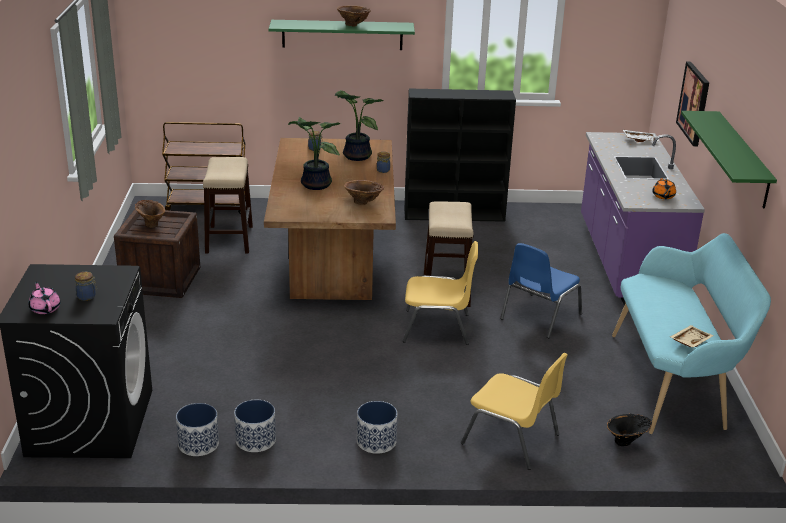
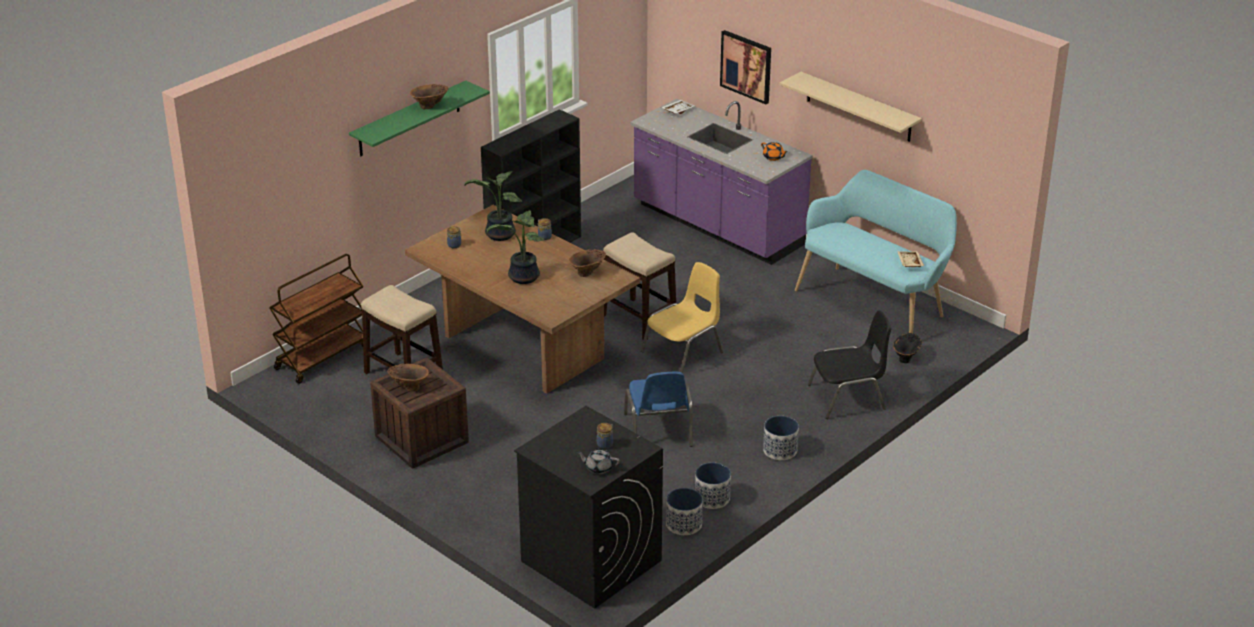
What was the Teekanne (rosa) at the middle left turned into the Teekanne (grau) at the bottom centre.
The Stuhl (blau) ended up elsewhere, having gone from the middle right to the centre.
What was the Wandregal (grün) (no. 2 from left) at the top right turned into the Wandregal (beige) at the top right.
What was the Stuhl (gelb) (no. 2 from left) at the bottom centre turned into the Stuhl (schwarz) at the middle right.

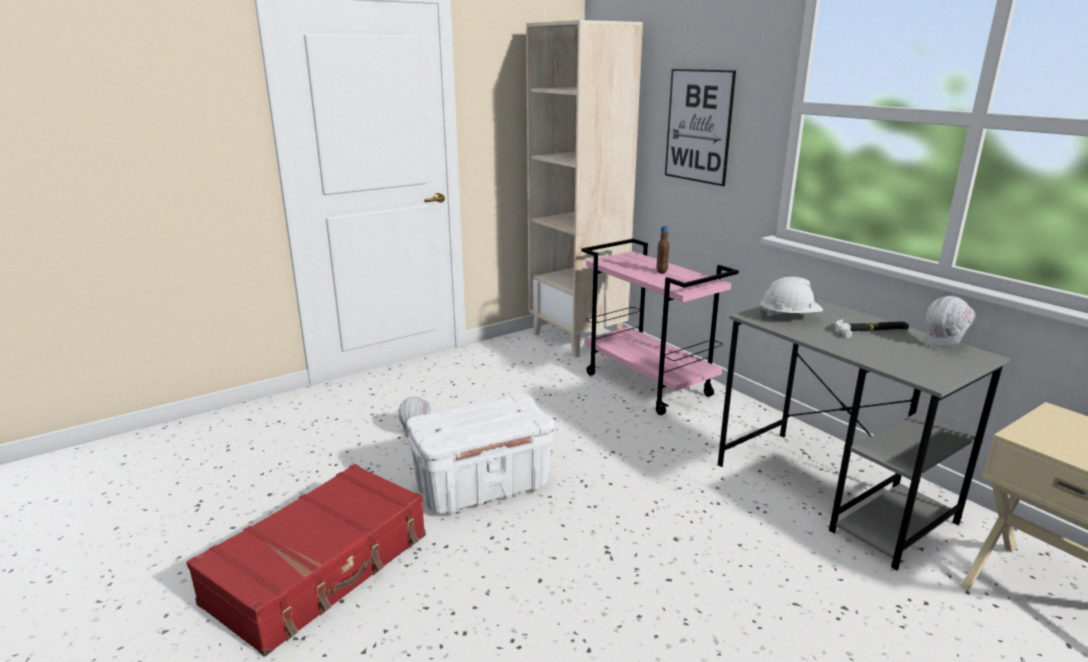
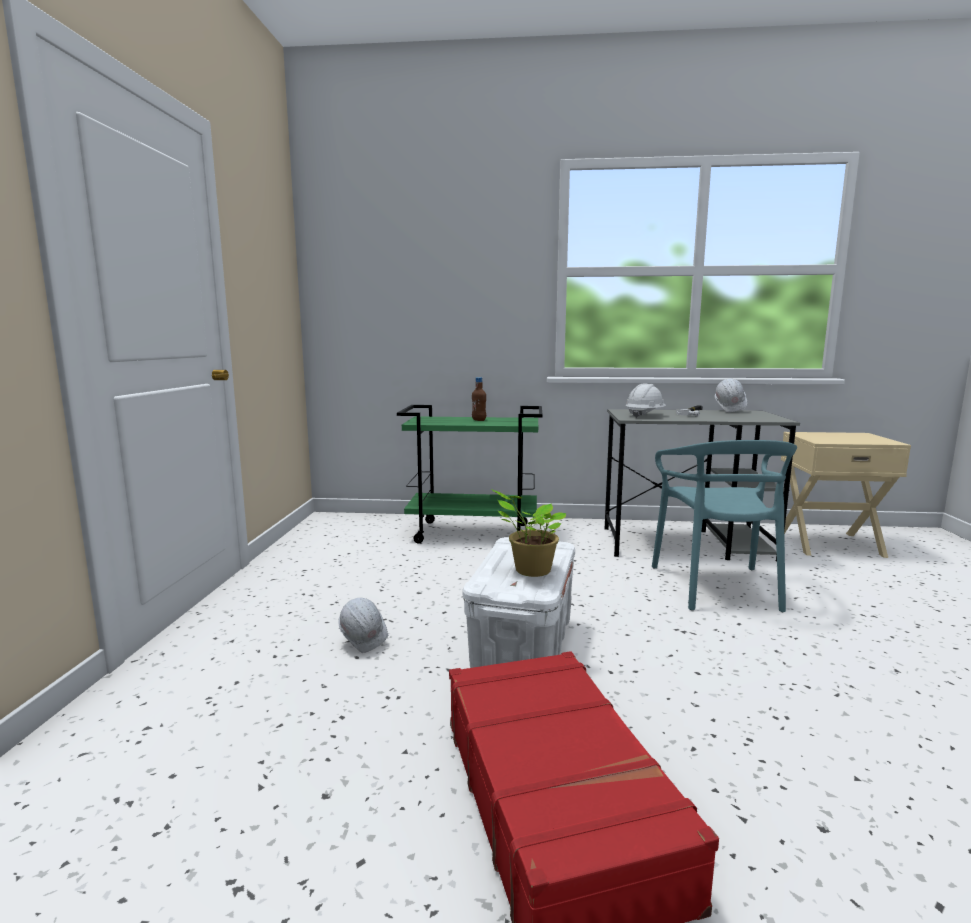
What was the Rollwagen (rosa) at the centre turned into the Rollwagen (grün) at the centre.
The second view gained the Topfpflanze at the centre.
The second view gained the Stuhl (türkis) at the middle right.
The second view lost the Bücherregal (beige) at the top centre.
The second view lost the Bild at the top centre.

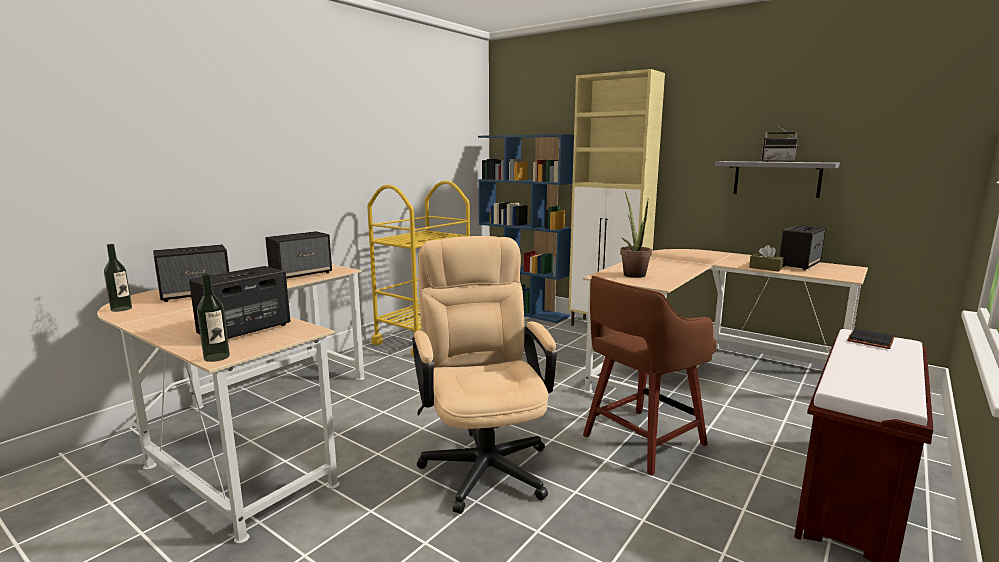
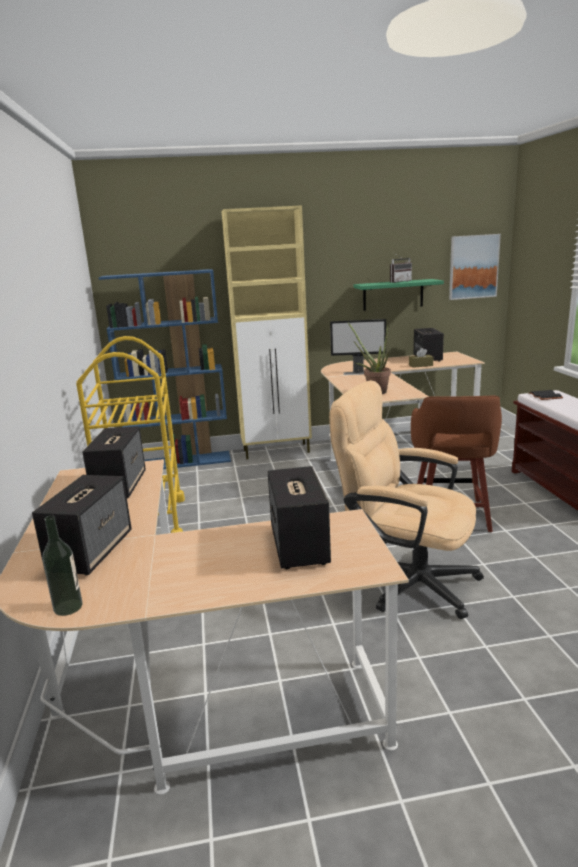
The second view gained the Monitor at the centre.
What was the Wandregal (grau) at the top right turned into the Wandregal (grün) at the middle right.
The second view gained the Bild at the top right.
The second view lost the Flasche (no. 2 from left) at the middle left.

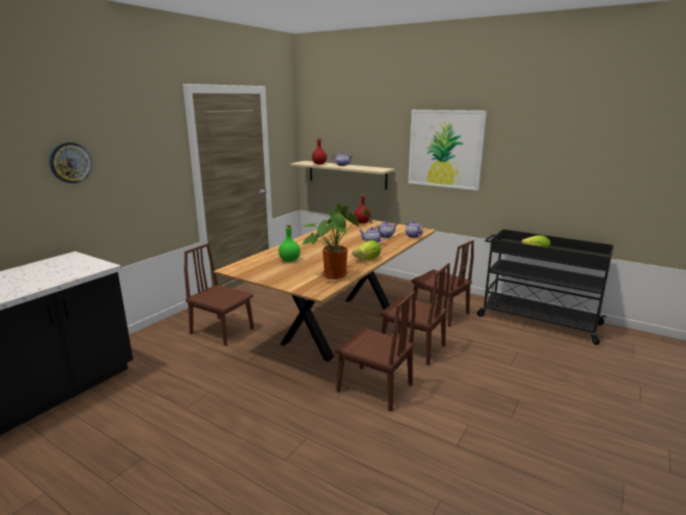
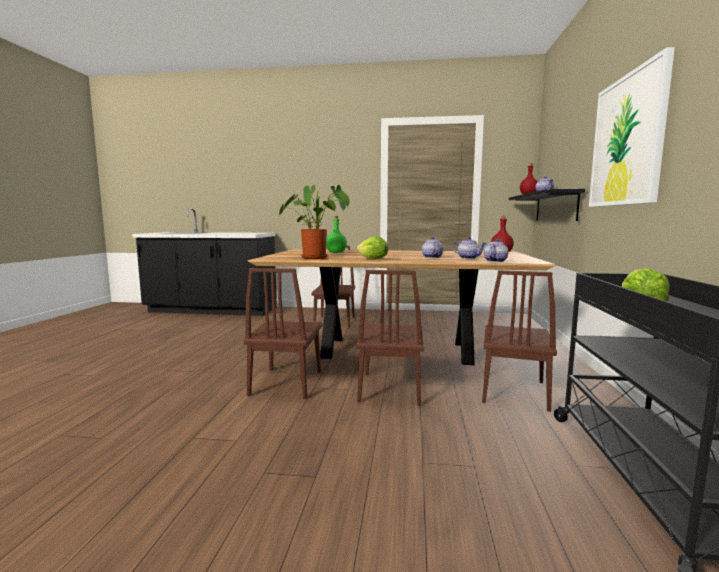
What was the Wandregal (beige) at the centre turned into the Wandregal (schwarz) at the middle right.
The second view lost the Wanduhr at the top left.

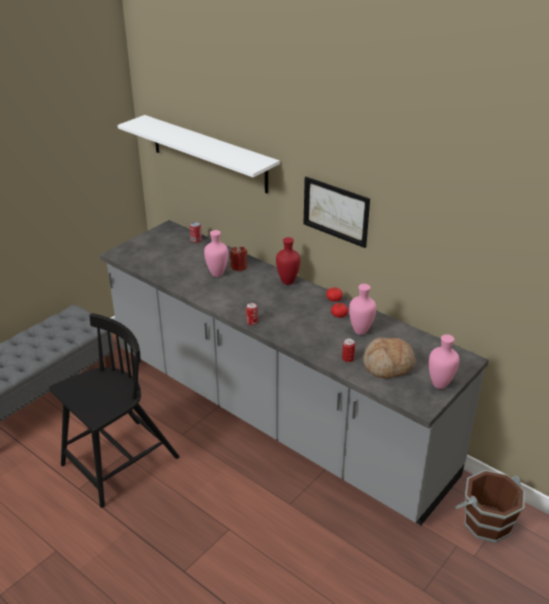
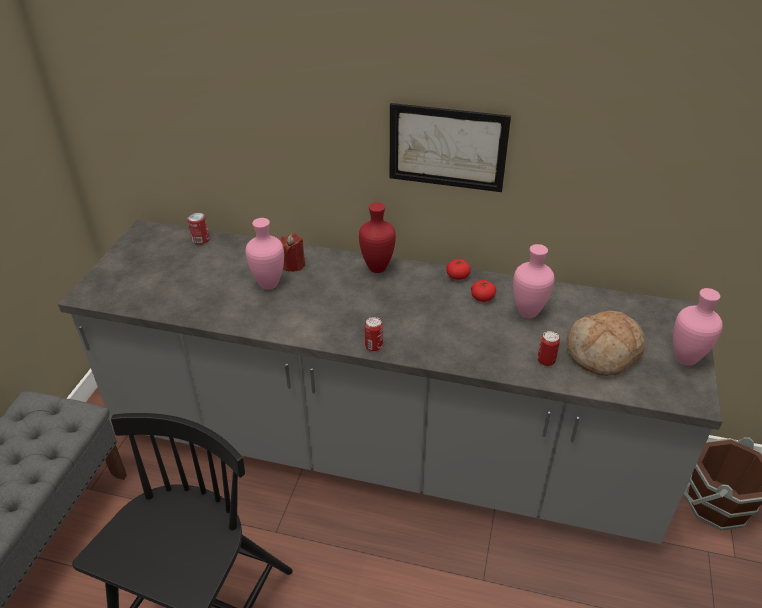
The second view lost the Wandregal (weiß) at the top centre.

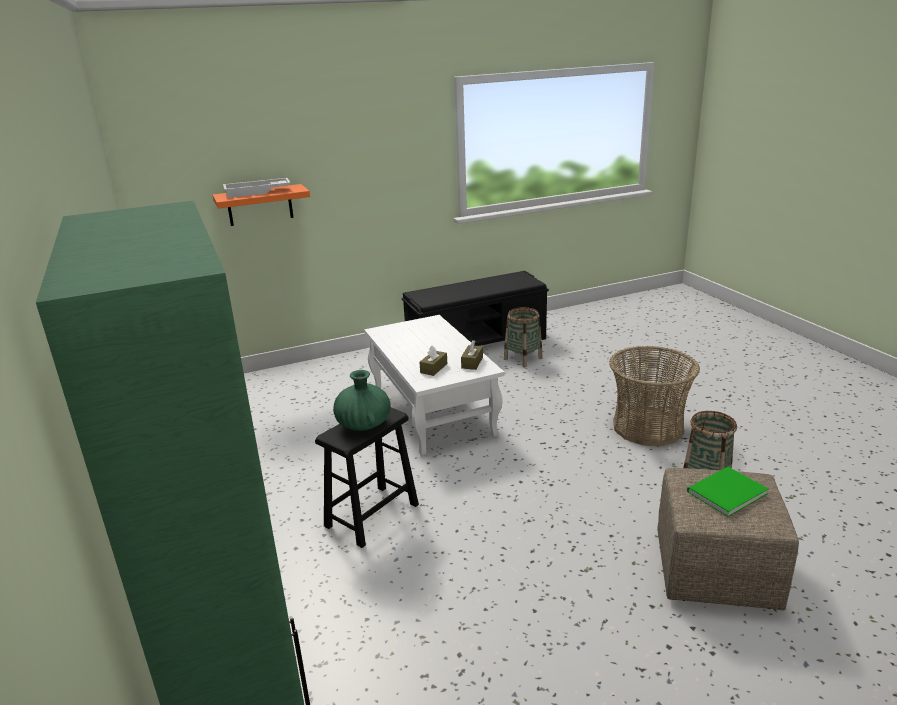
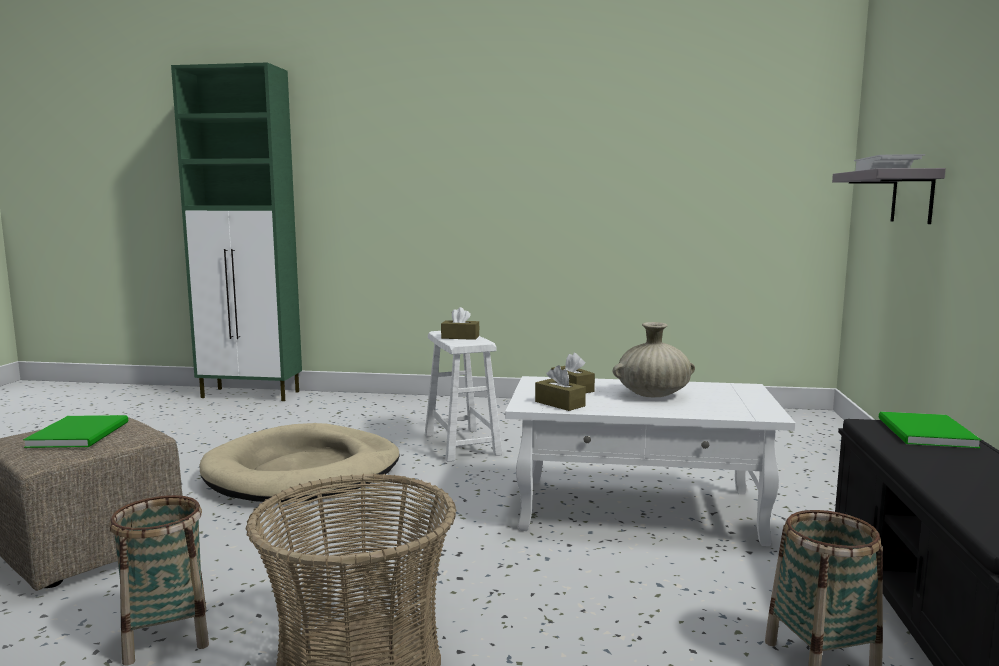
The second view gained the Hundebett (beige) at the bottom left.
What was the Hocker (schwarz) at the bottom centre turned into the Hocker (weiß) at the centre.
Where the Vase (grün) stood at the centre, the Taschentuchbox (braun) (no. 1 from left) came to stand at the centre.
The second view gained the Vase (beige) at the centre.
What was the Wandregal (orange) at the top left turned into the Wandregal (grau) at the top right.
The second view gained the Buch (grün) (no. 2 from left) at the middle right.

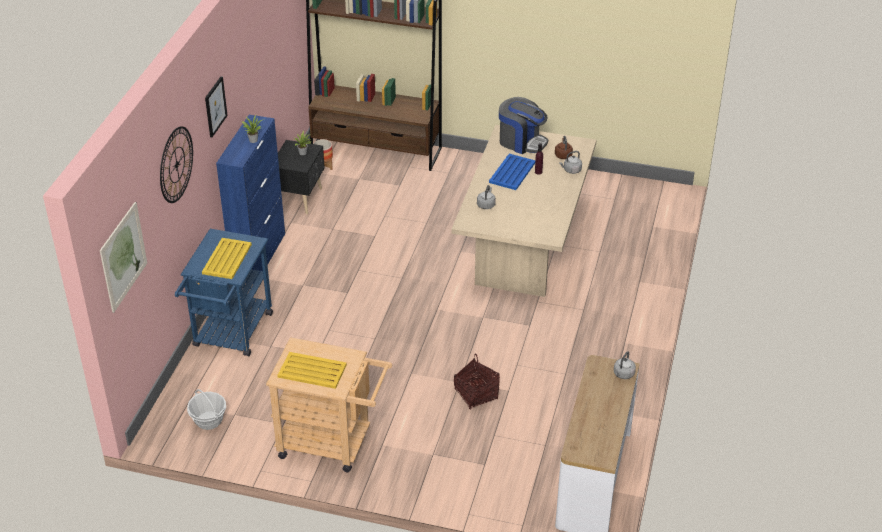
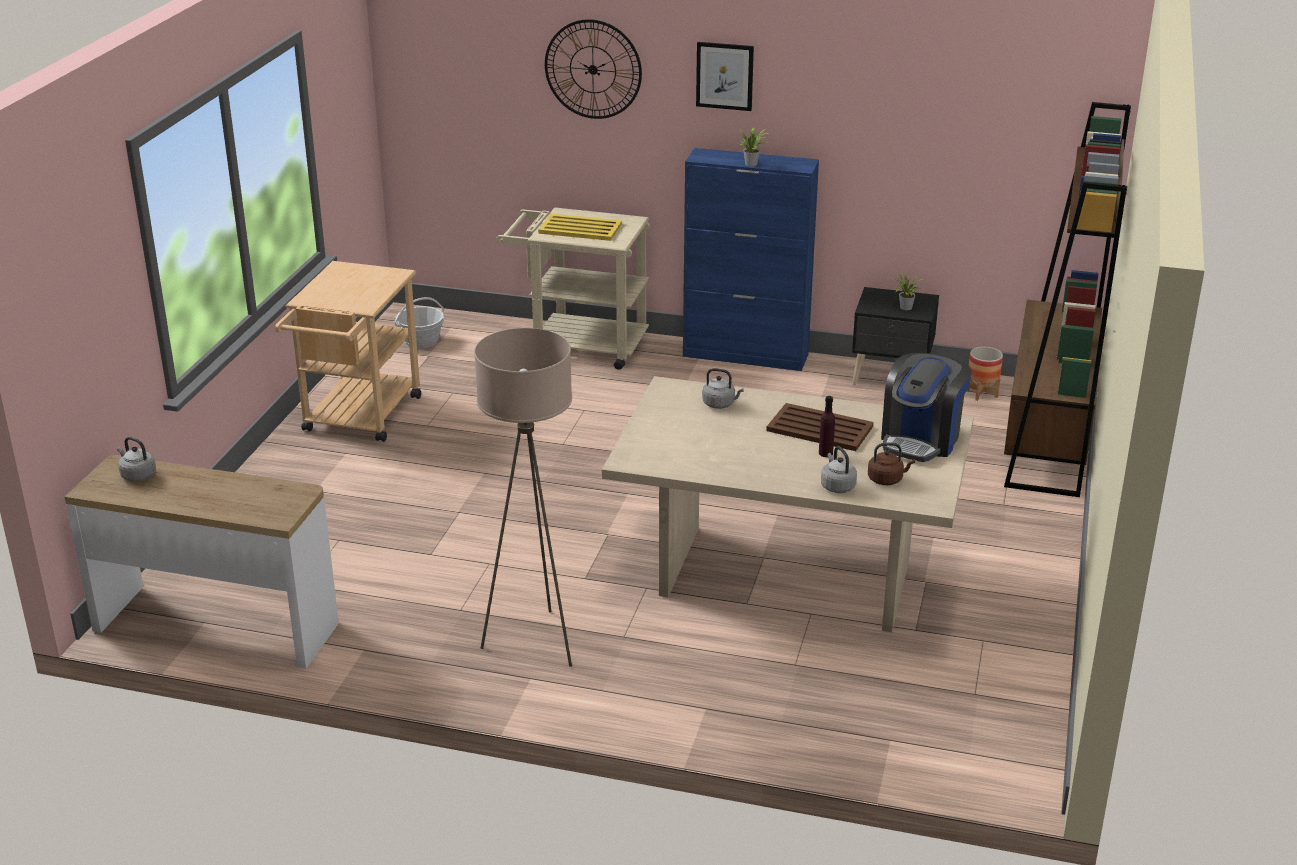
The Wasserkessel (grau) (no. 3 from left in the first image) ended up elsewhere, having gone from the bottom right to the middle left.
The second view gained the Stehlampe (beige) at the centre.
What was the Rollwagen (blau) at the middle left turned into the Rollwagen (beige) (no. 2 from left) at the centre.
What was the Tablett (blau) at the top centre turned into the Tablett (braun) at the centre.
The second view lost the Bild (no. 1 from left) at the middle left.
The second view lost the Tablett (gelb) (no. 2 from left) at the bottom centre.
The second view lost the Korb (no. 2 from left) at the bottom centre.

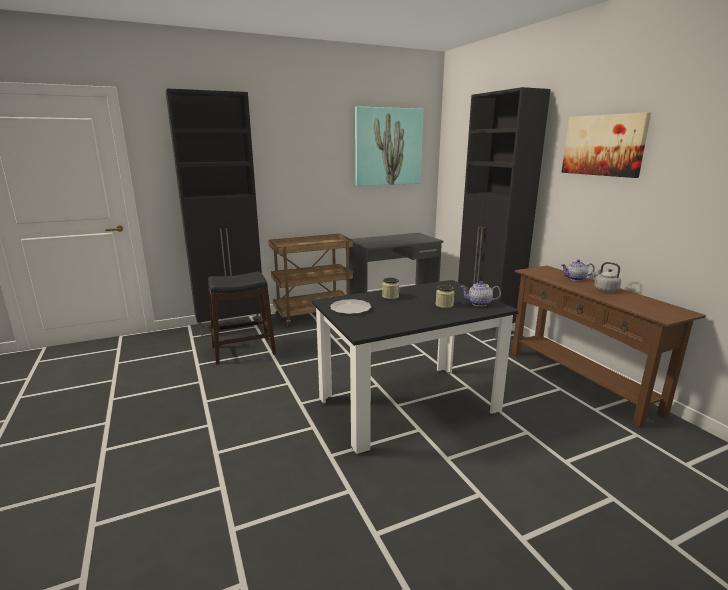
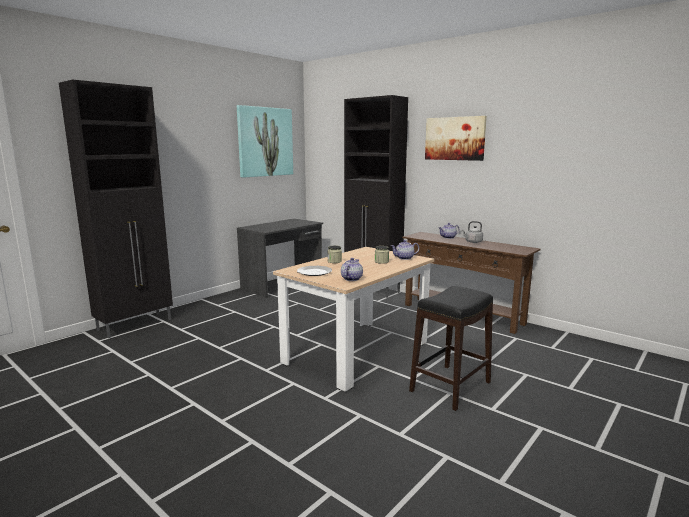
What was the Esstisch (schwarz) at the centre turned into the Esstisch (beige) at the centre.
The second view gained the Teekanne (no. 1 from left) at the centre.
The Hocker (schwarz) ended up elsewhere, having gone from the middle left to the bottom centre.
The second view lost the Rollwagen (braun) at the centre.

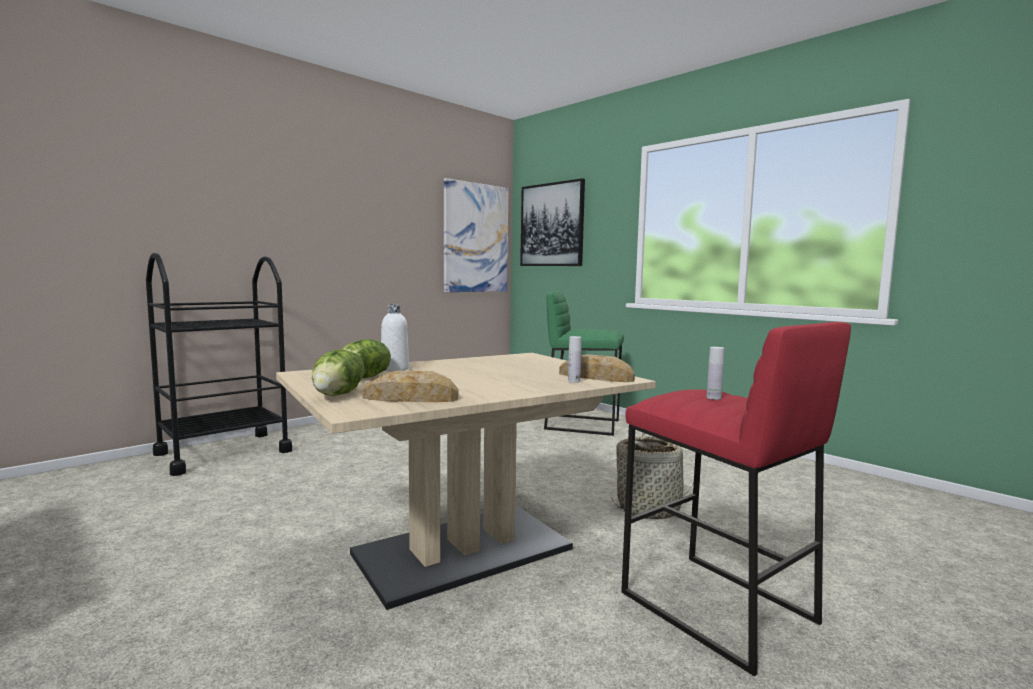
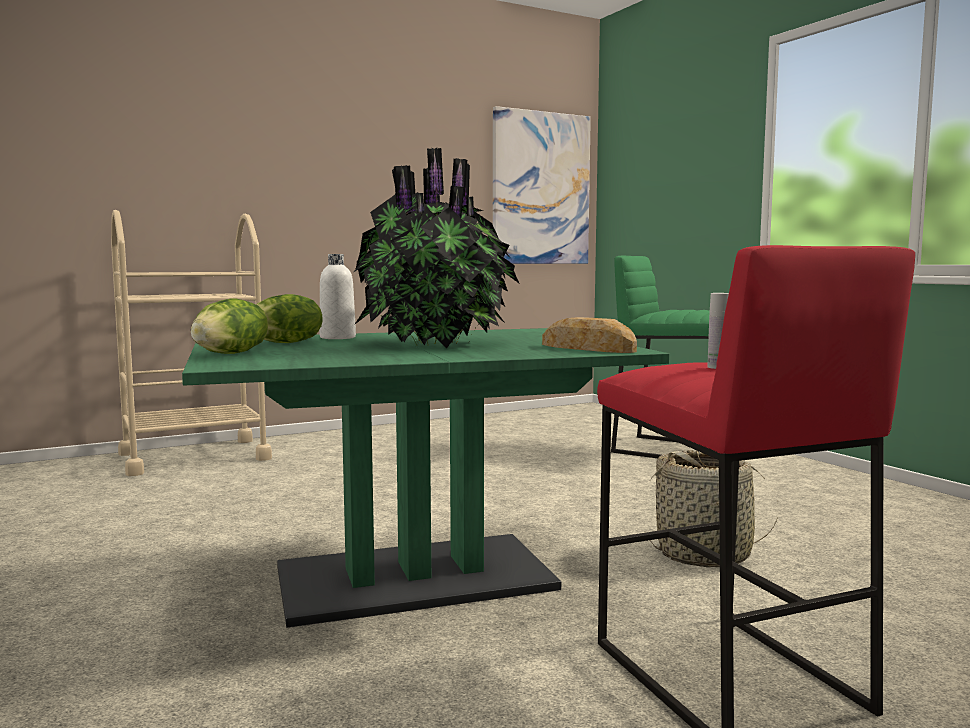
What was the Rollwagen (schwarz) at the middle left turned into the Rollwagen (beige) at the middle left.
What was the Esstisch (beige) at the bottom centre turned into the Esstisch (grün) at the centre.
The second view gained the Topfpflanze at the centre.
The second view lost the Brot (no. 1 from left) at the centre.
The second view lost the Bild (no. 2 from left) at the top centre.
The second view lost the Flasche (weiß) (no. 2 from left) at the centre.

